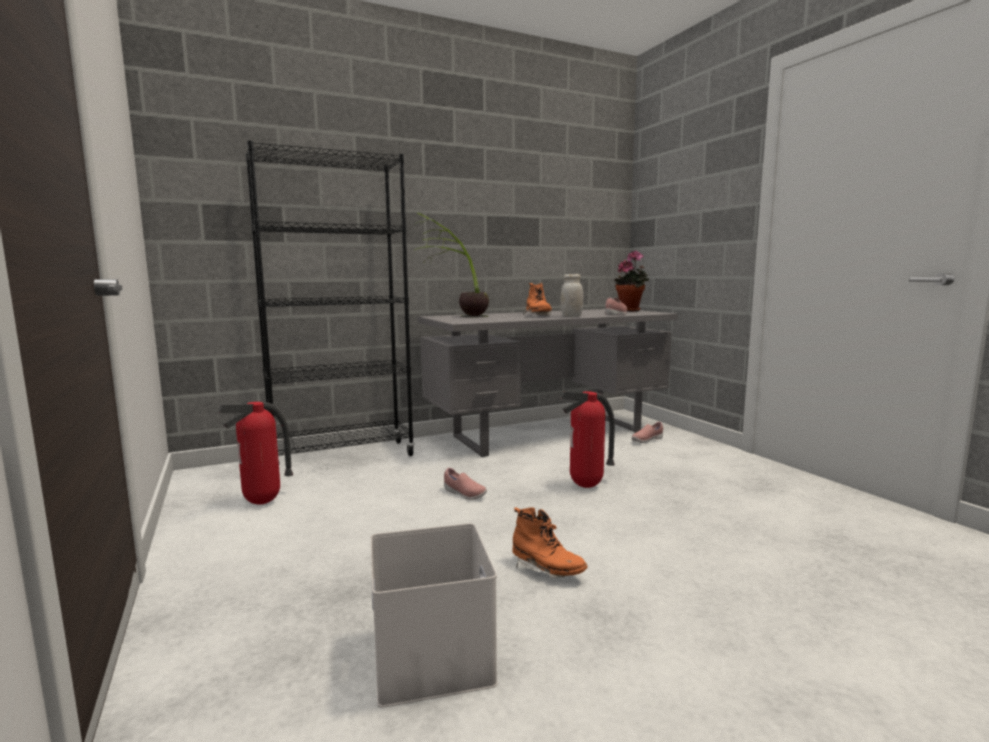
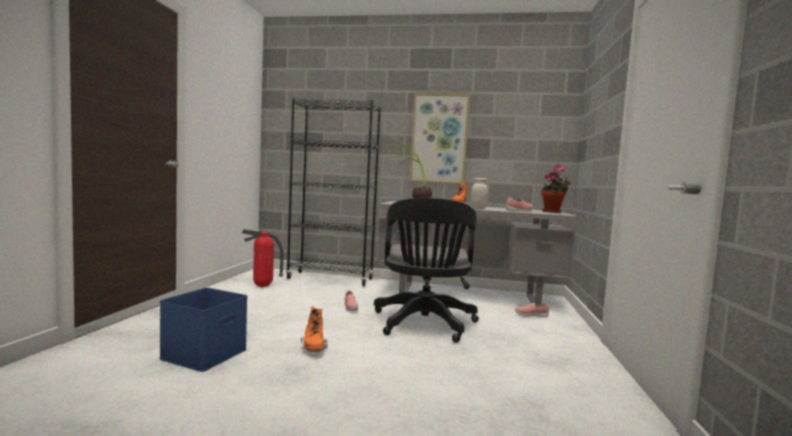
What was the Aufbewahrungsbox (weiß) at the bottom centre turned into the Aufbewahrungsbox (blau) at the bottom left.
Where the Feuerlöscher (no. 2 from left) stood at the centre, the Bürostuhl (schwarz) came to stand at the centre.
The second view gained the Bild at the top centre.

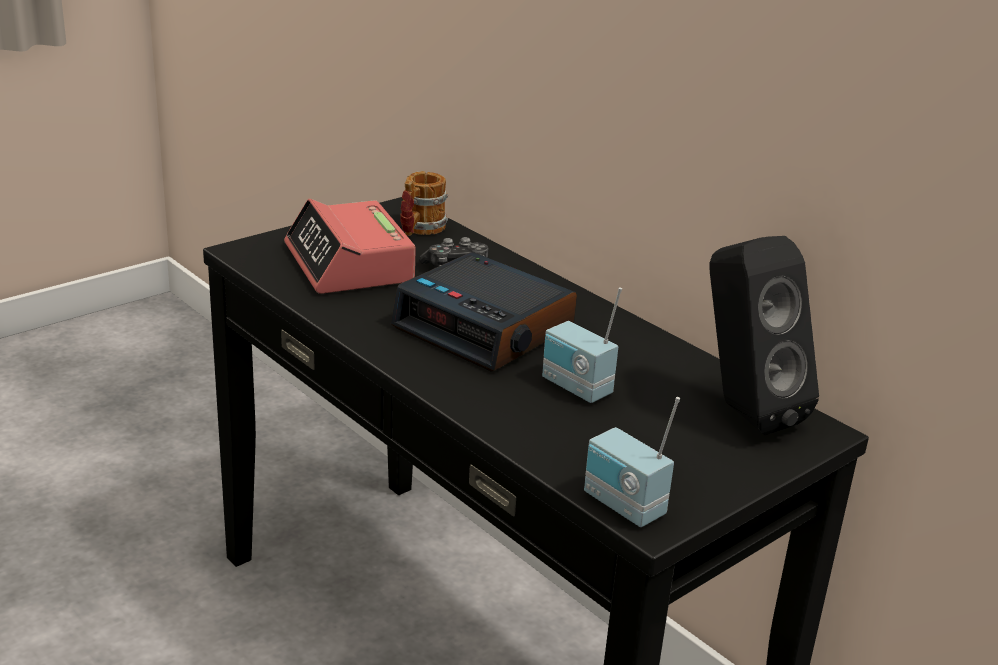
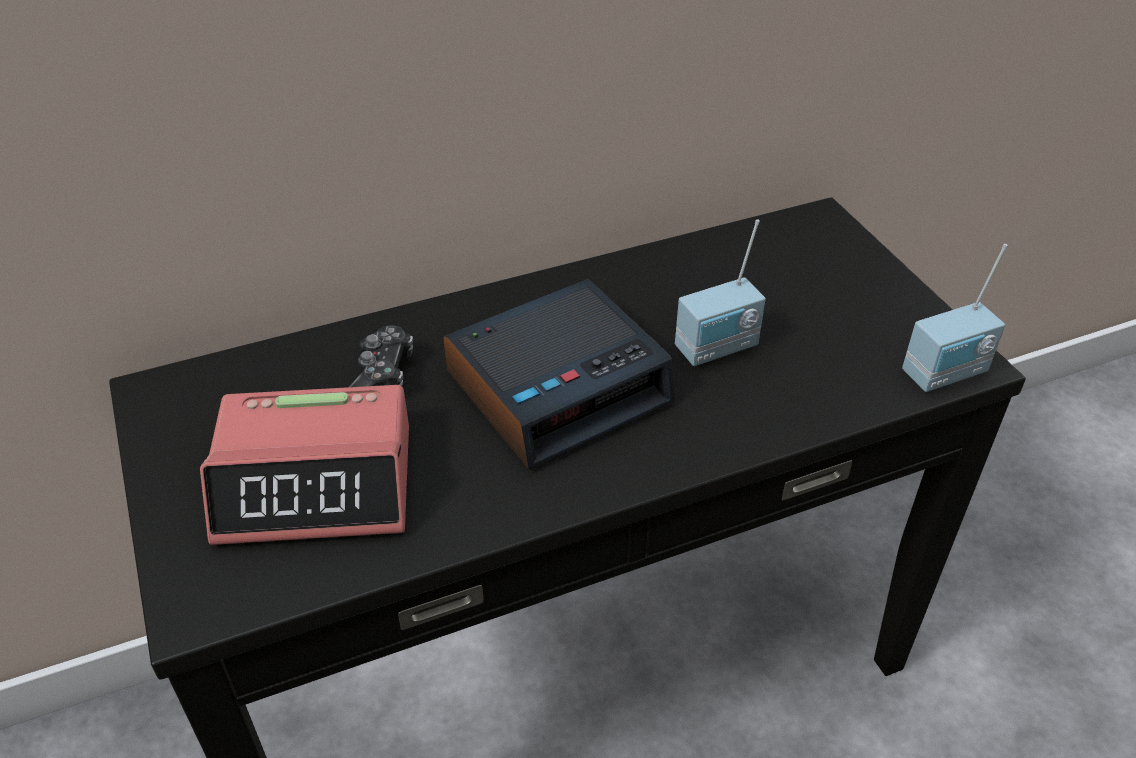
The second view lost the Henkelbecher at the top centre.
The second view lost the Lautsprecher (schwarz) at the middle right.

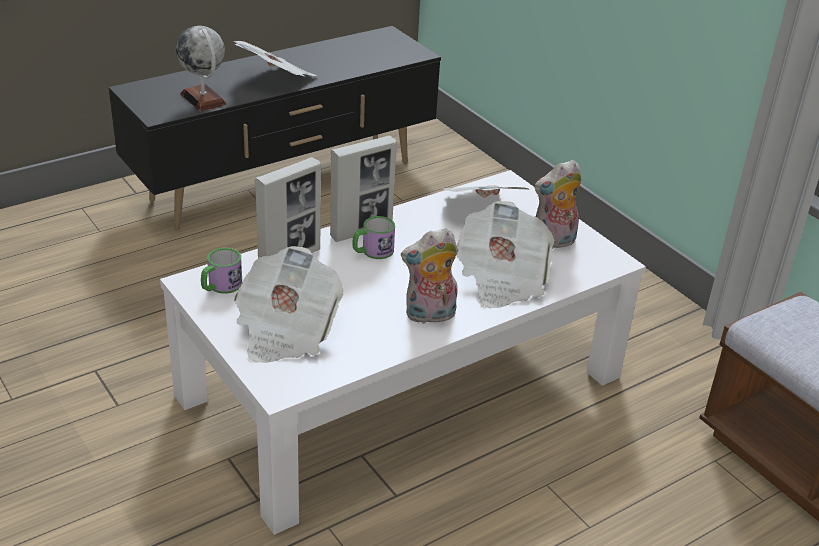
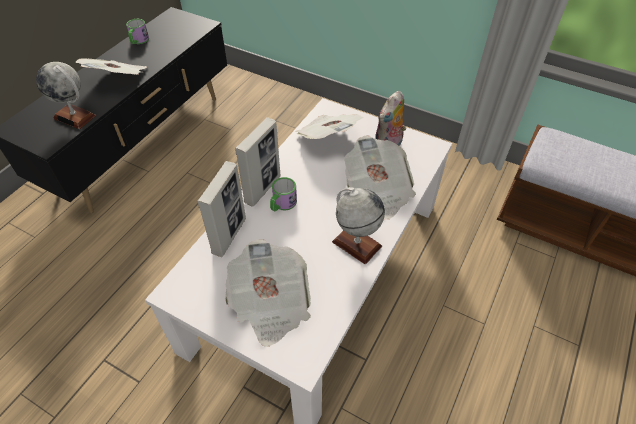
The Henkelbecher (no. 1 from left) ended up elsewhere, having gone from the middle left to the top left.
Where the Plüschtier (no. 1 from left) stood at the centre, the Globus (no. 2 from left) came to stand at the centre.

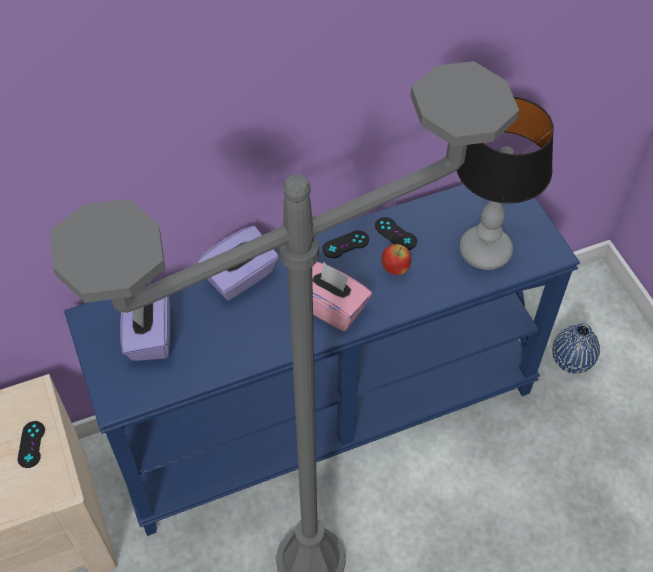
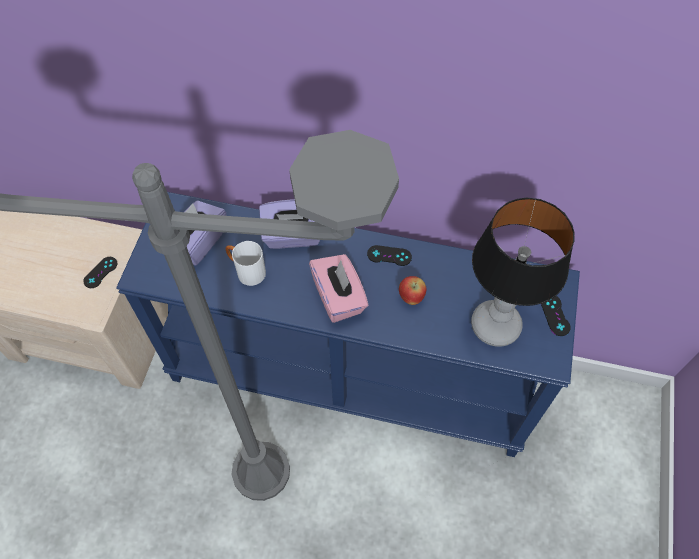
The second view gained the Henkelbecher (weiß) at the centre.
The Gamepad (schwarz) (no. 3 from left) ended up elsewhere, having gone from the centre to the middle right.
The second view lost the Vase (blau) at the middle right.

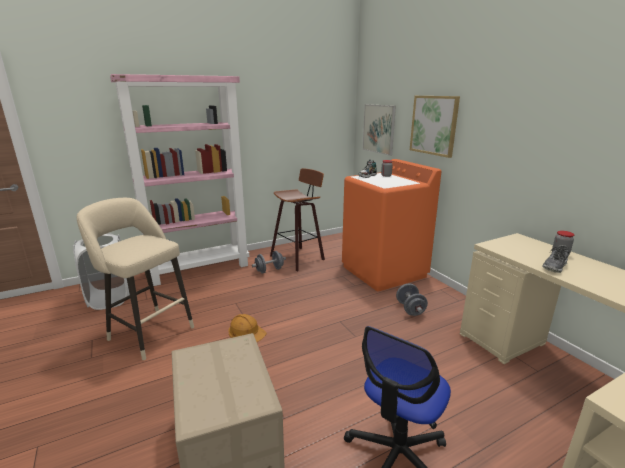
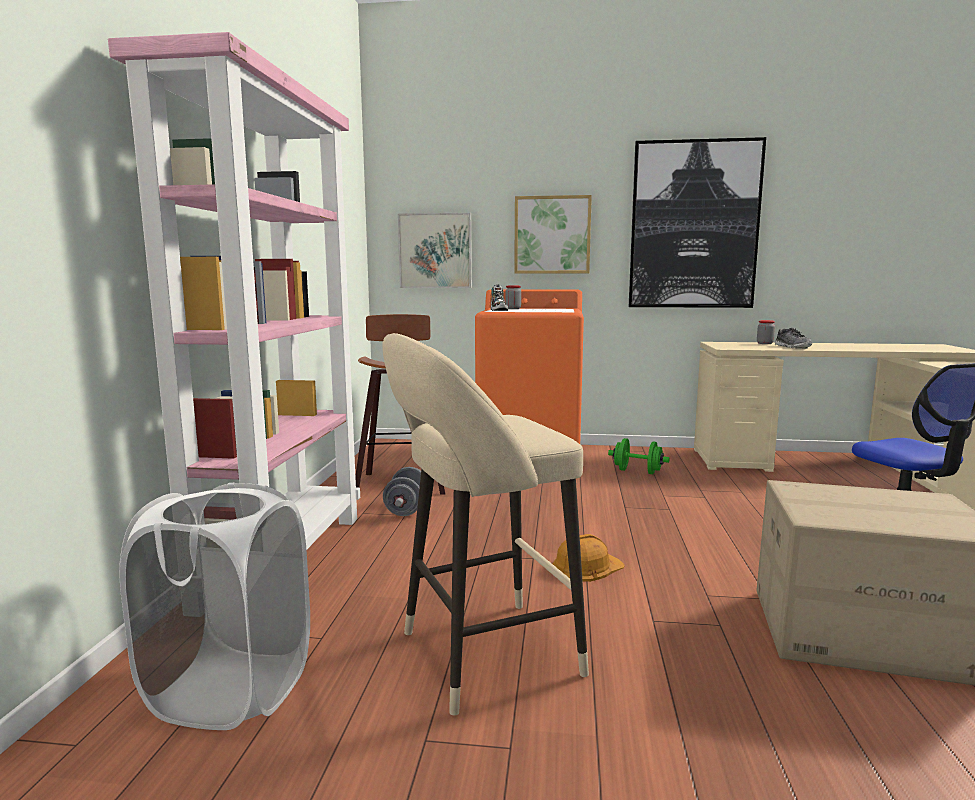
What was the Hantel (grau) (no. 2 from left) at the centre turned into the Hantel (grün) at the centre.
The second view gained the Bild (no. 3 from left) at the top right.

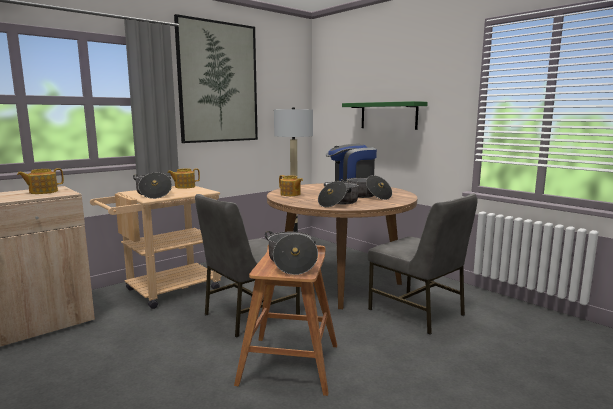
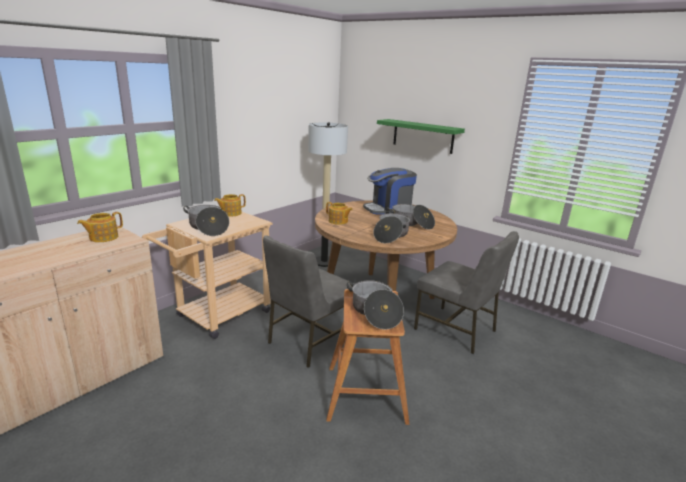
The second view lost the Bild at the top centre.

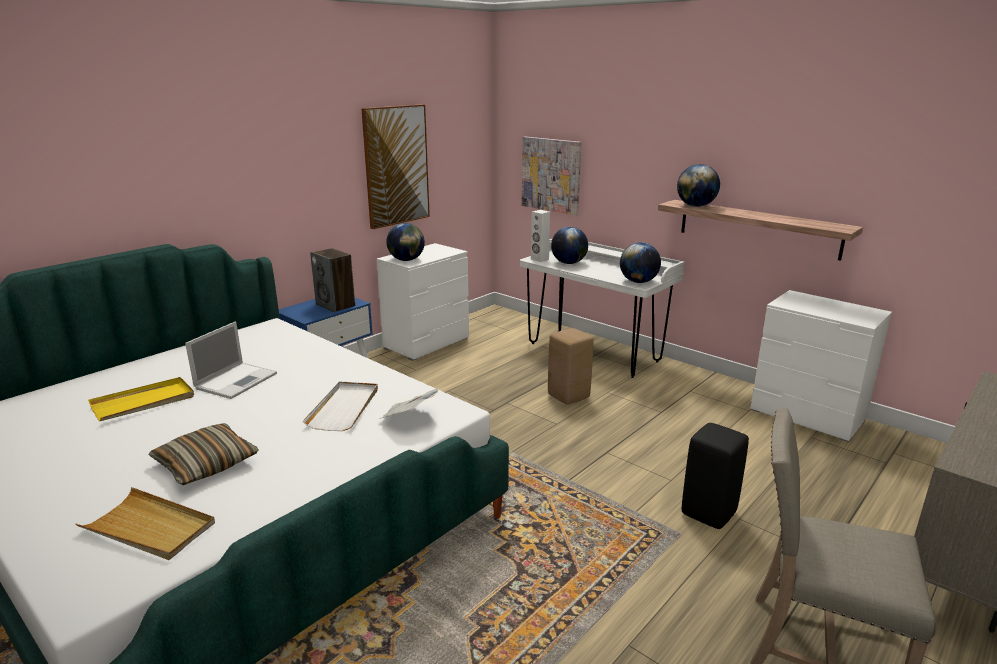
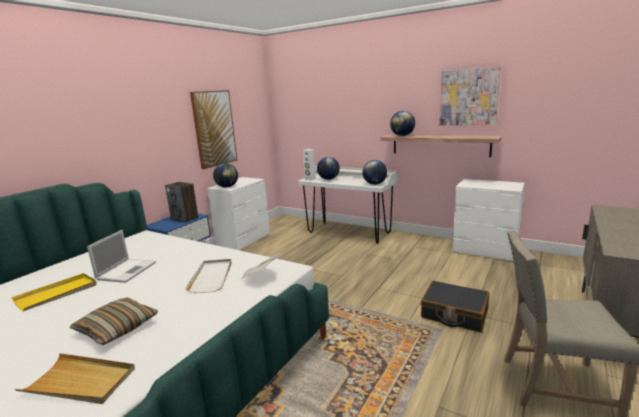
Where the Hocker (schwarz) stood at the bottom right, the Koffer (schwarz) came to stand at the bottom right.
The Bild (no. 2 from left) ended up elsewhere, having gone from the top centre to the top right.
The second view lost the Hocker (beige) at the centre.

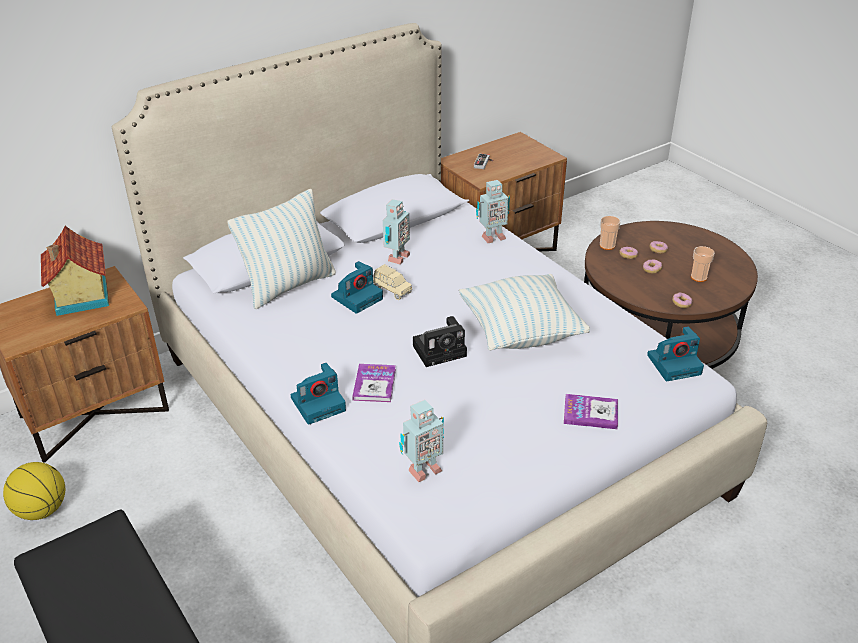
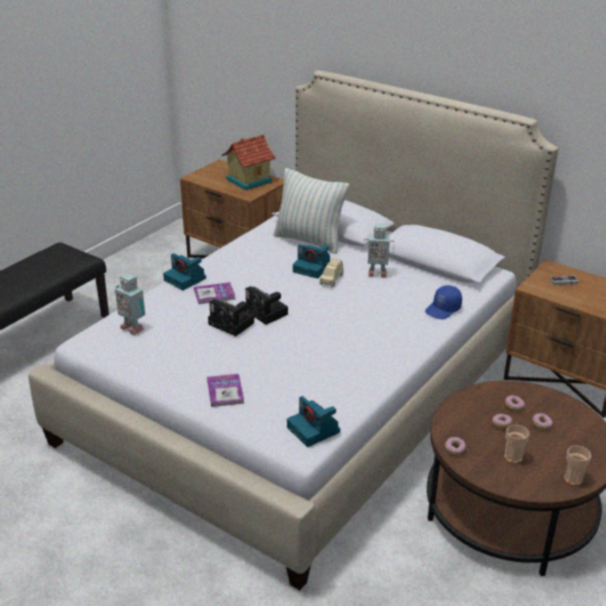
The second view gained the Kamera (no. 2 from left) at the centre.
Where the Spielzeugroboter (no. 3 from left) stood at the top centre, the Kappe (blau) came to stand at the middle right.
The Tasse (no. 1 from left in the first image) ended up elsewhere, having gone from the middle right to the bottom right.
The second view lost the Basketball at the bottom left.
The second view lost the Kissen (no. 2 from left) at the centre.

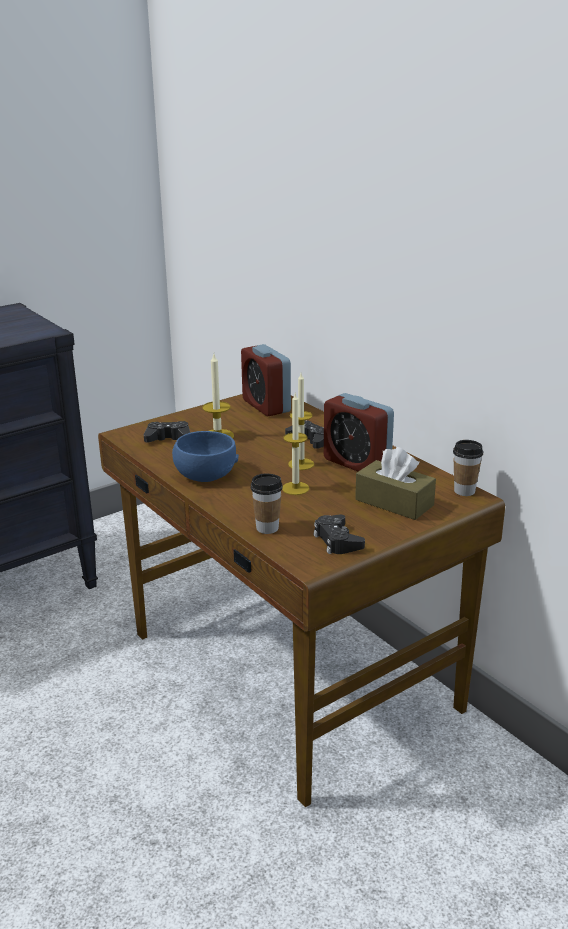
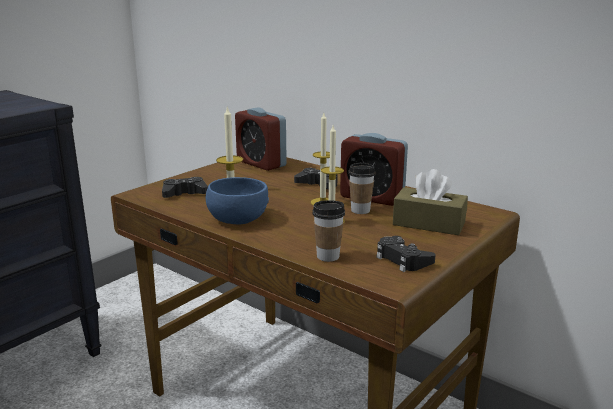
The Tasse (no. 2 from left) ended up elsewhere, having gone from the middle right to the centre.

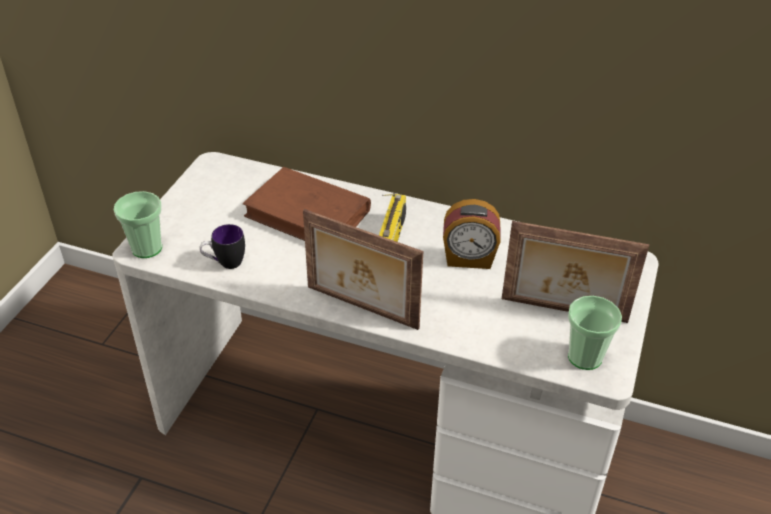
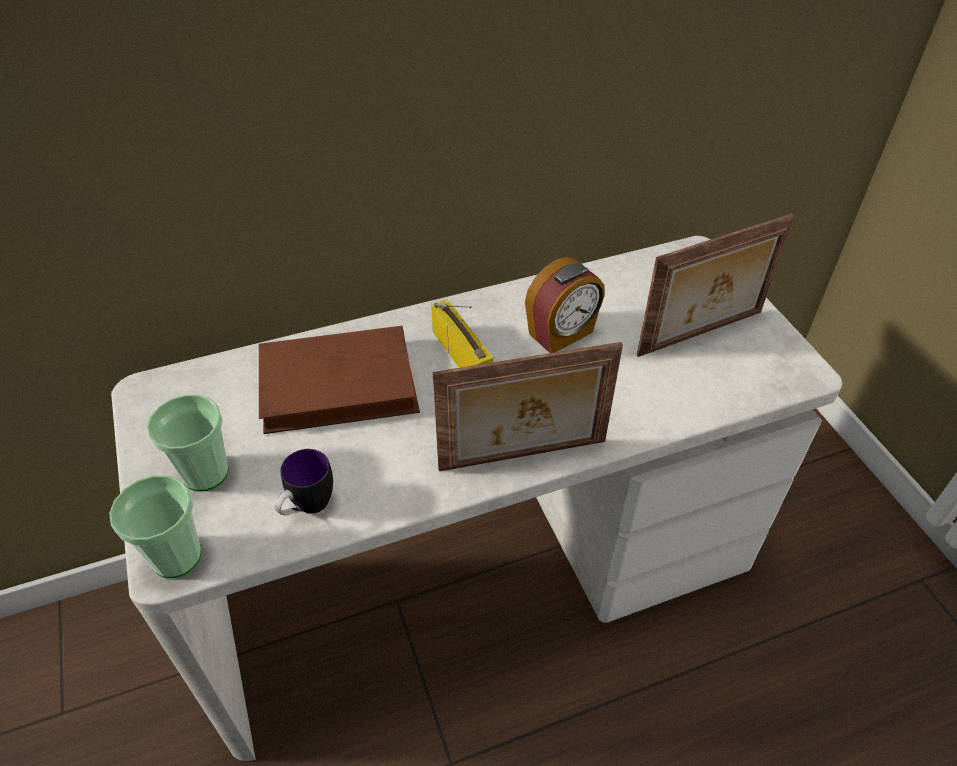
The Tasse (no. 2 from left) ended up elsewhere, having gone from the middle right to the middle left.

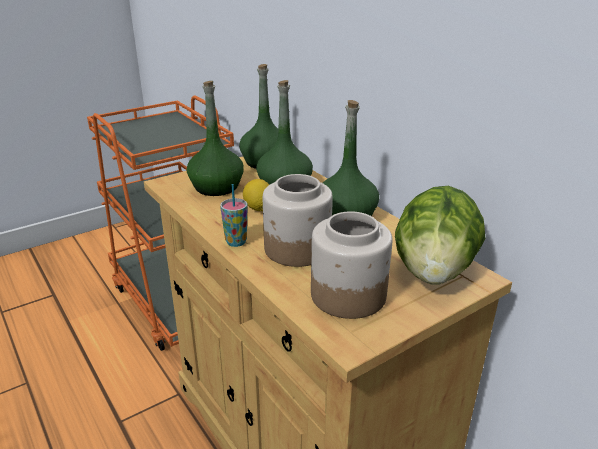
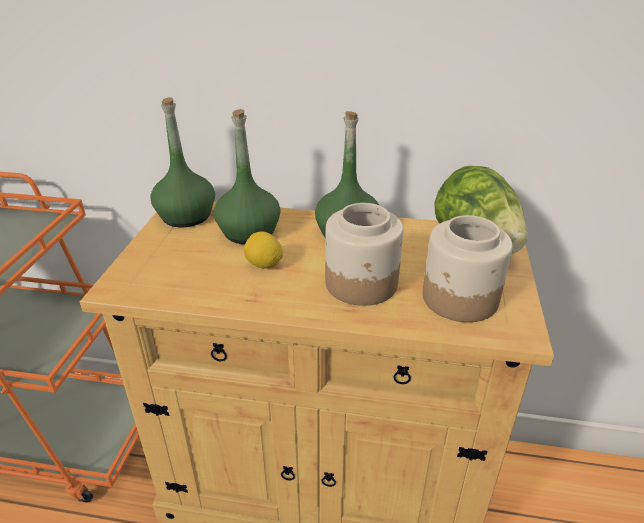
The second view lost the Flasche (grün) (no. 1 from left) at the top centre.
The second view lost the Tasse at the centre.

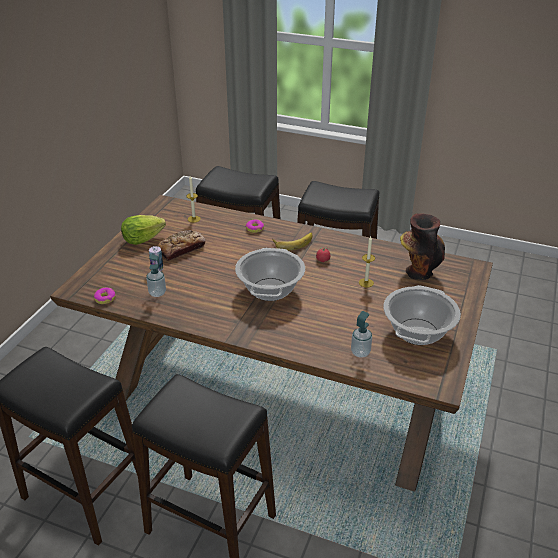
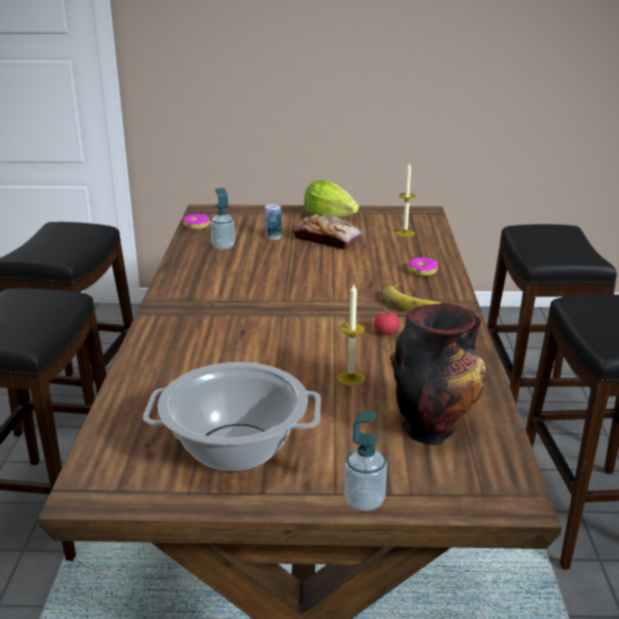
The Seifenspender (no. 2 from left) ended up elsewhere, having gone from the centre to the bottom centre.
The second view lost the Kochtopf (no. 1 from left) at the centre.

